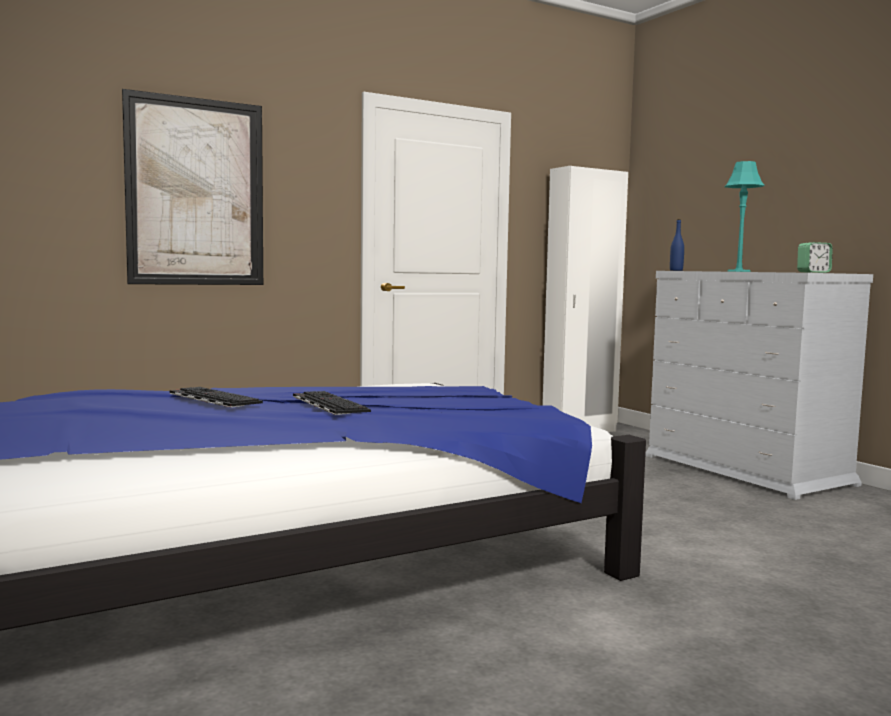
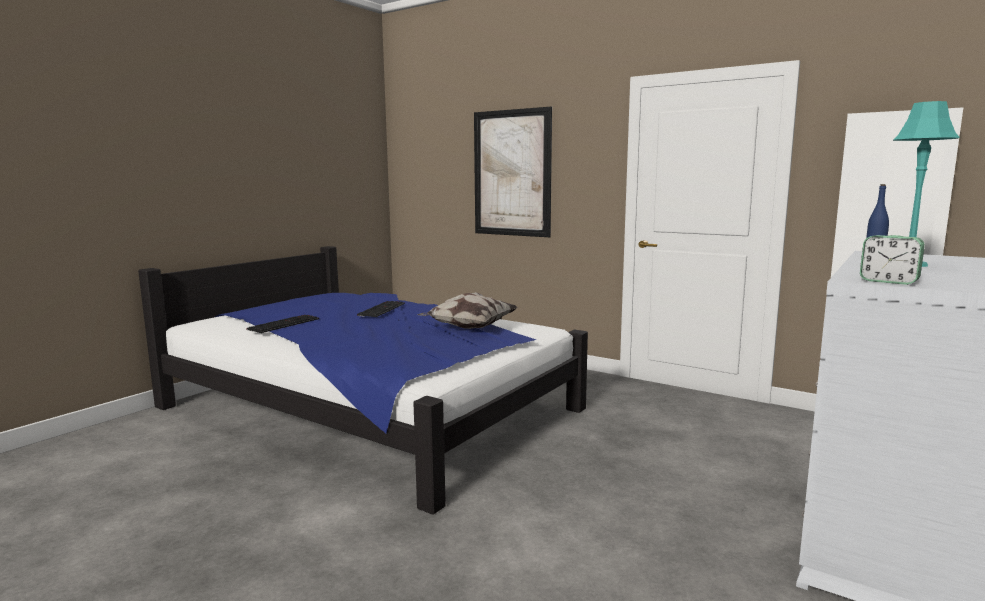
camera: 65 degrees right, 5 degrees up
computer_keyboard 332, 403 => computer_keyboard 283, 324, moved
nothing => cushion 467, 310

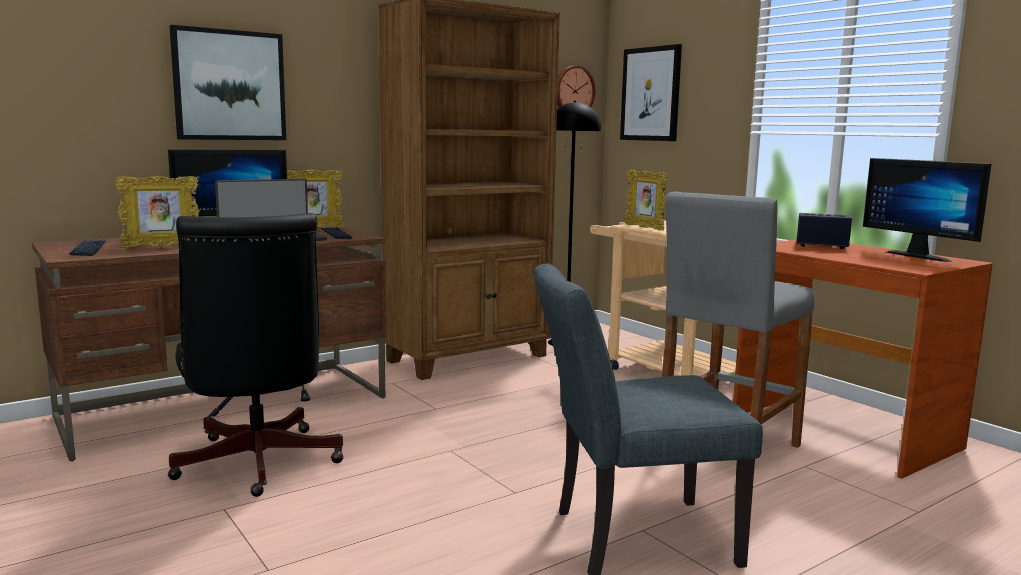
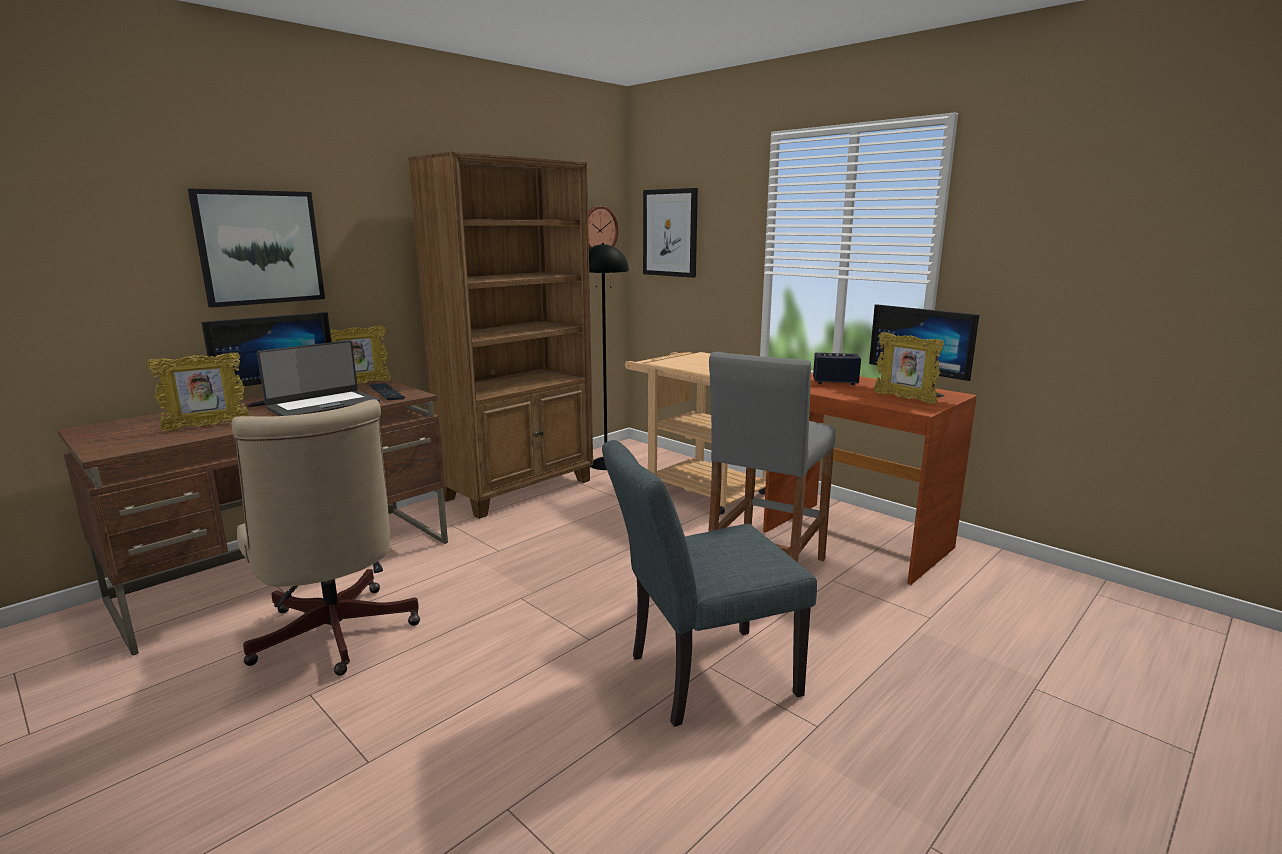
camera: 10 degrees left, 5 degrees up
computer_keyboard 88, 248 => nothing
black-coloured_office_chair 255, 355 => beige_office_chair 326, 537
standing_frame 645, 200 => standing_frame 909, 368, moved

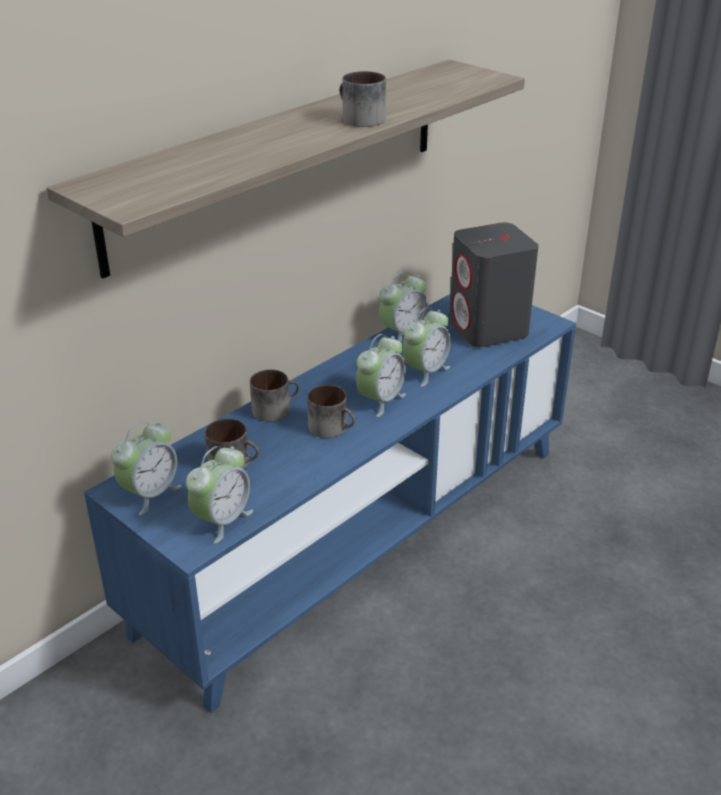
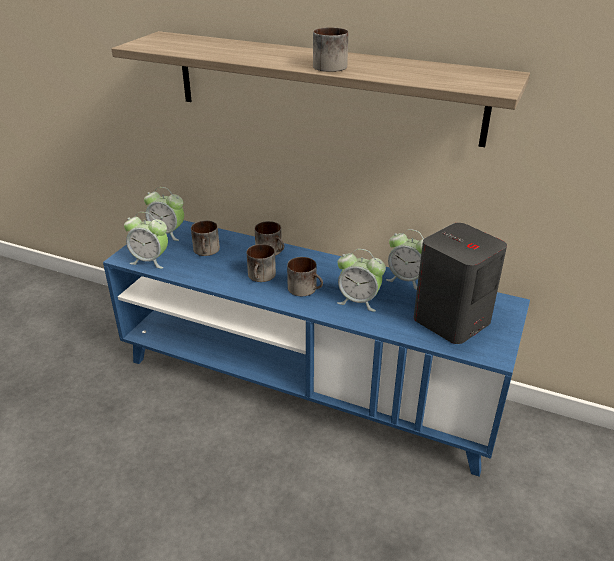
camera: 70 degrees right, 0 degrees up
bedside_clock 381, 375 => coffee_mug 305, 276

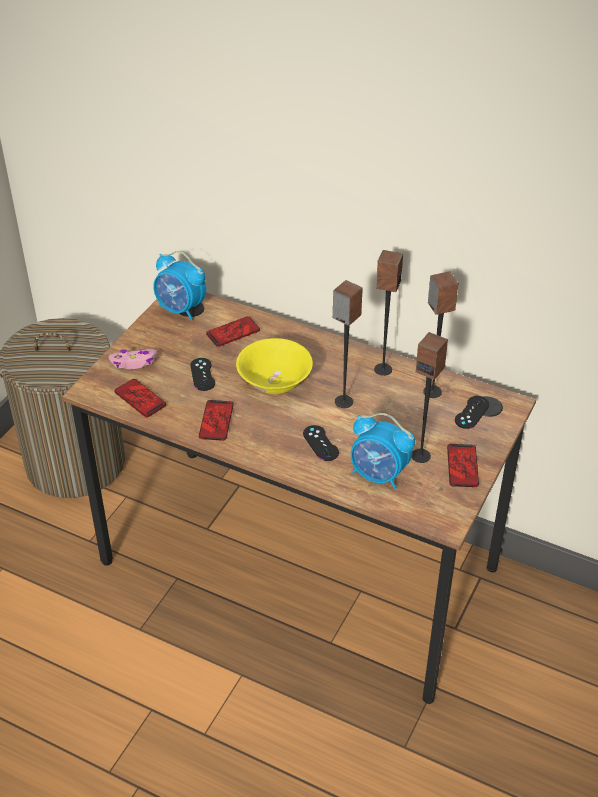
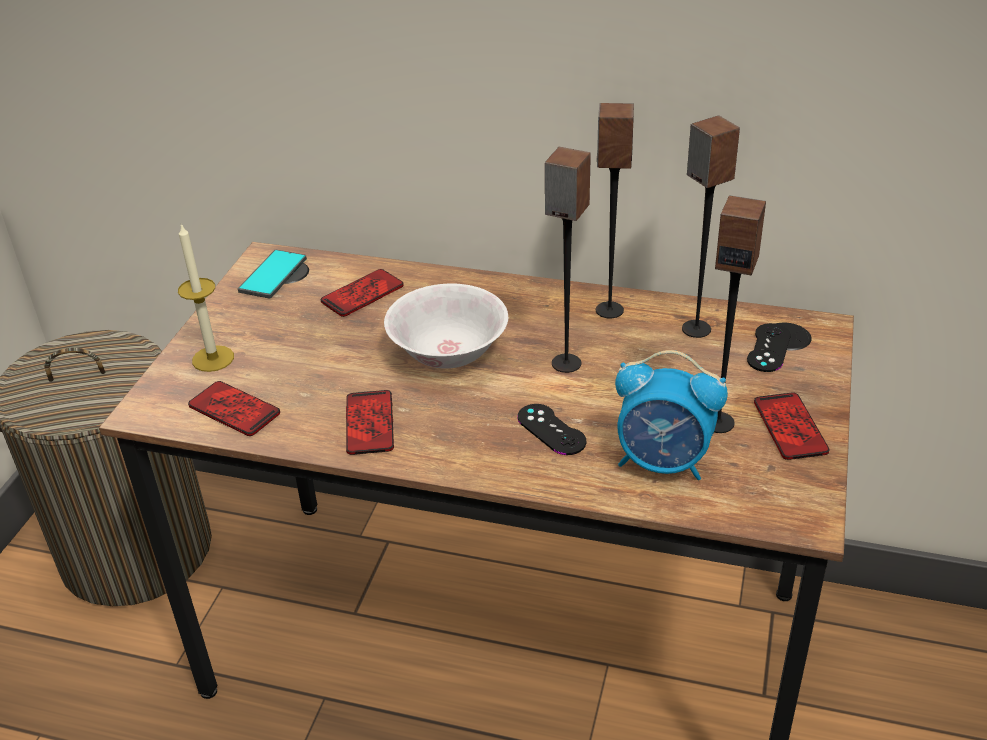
camera: 10 degrees left, 5 degrees down
pink_joypad 133, 359 => wax_candle 206, 298
bedside_clock 179, 285 => phone 272, 274
black-coloured_joypad 202, 374 => nothing
yellow_deep_dish 274, 366 => whitish_deep_dish 446, 326

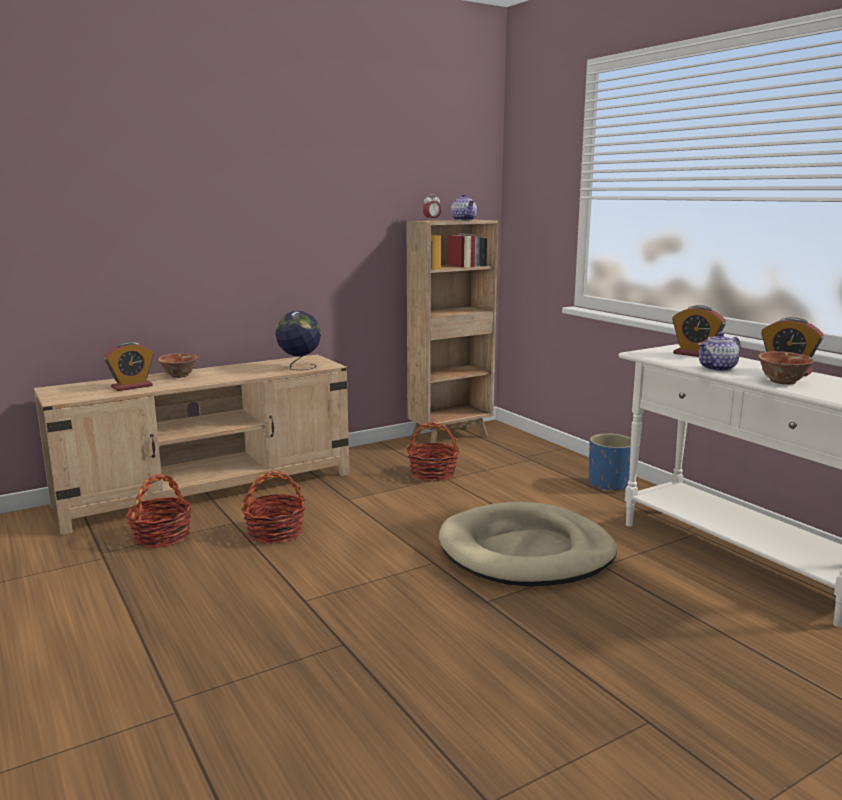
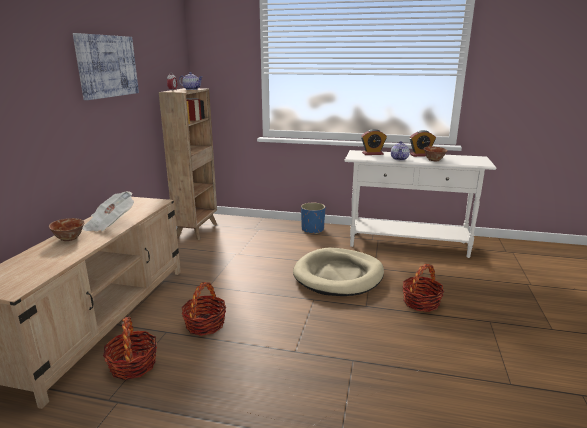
camera: 45 degrees left, 5 degrees up
bedside_clock 129, 366 => nothing
desk_globe 298, 340 => nothing
storage_basket 433, 452 => storage_basket 423, 288, moved
nothing => wall_art 106, 66
nothing => newspaper 108, 211

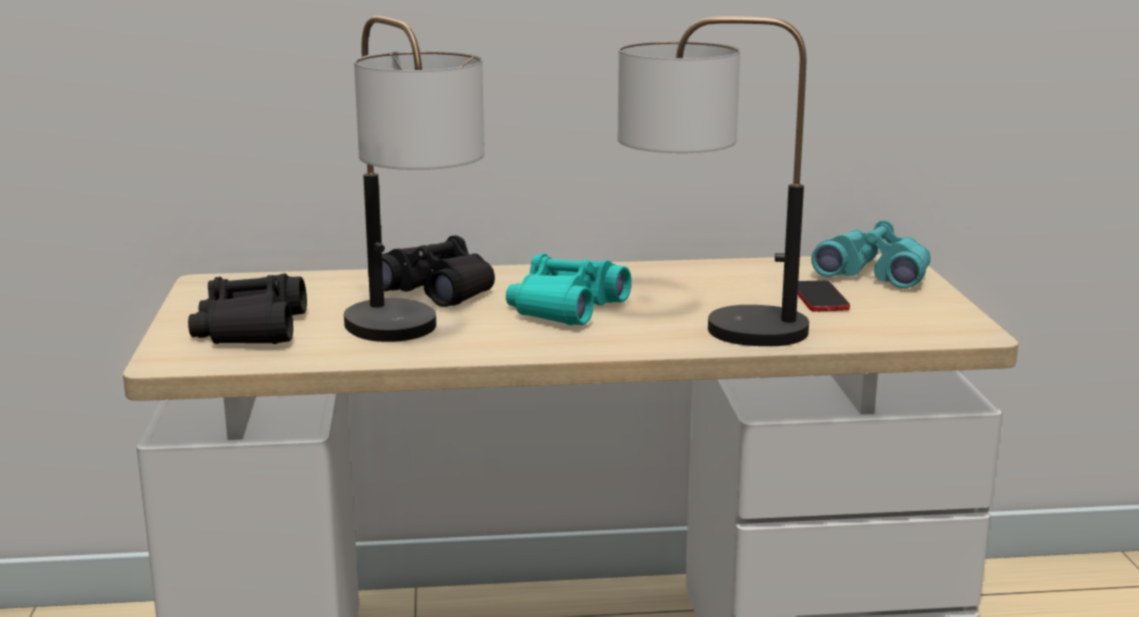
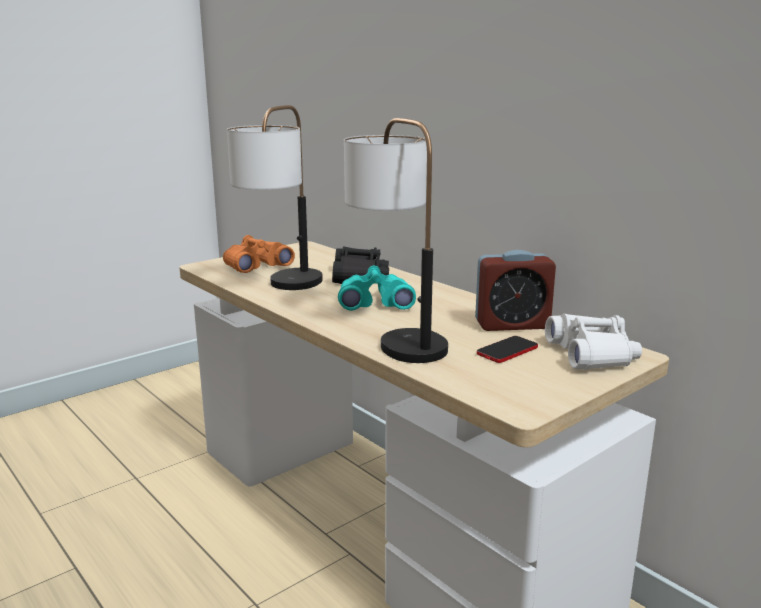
camera: 55 degrees right, 0 degrees up
black-coloured_field_glasses 247, 308 => orangey_field_glasses 259, 254
turquoise_field_glasses 871, 254 => whitish_field_glasses 593, 342
nothing => bedside_clock 515, 290

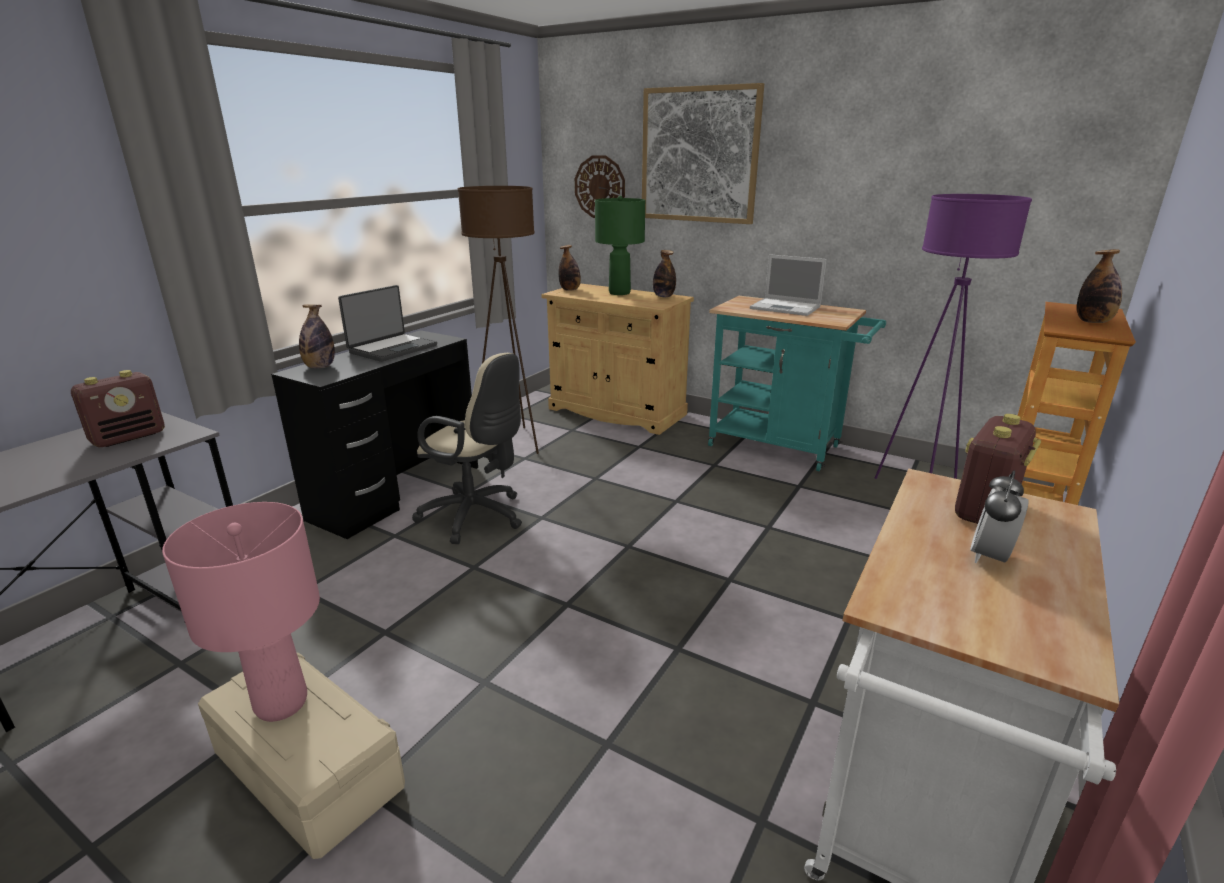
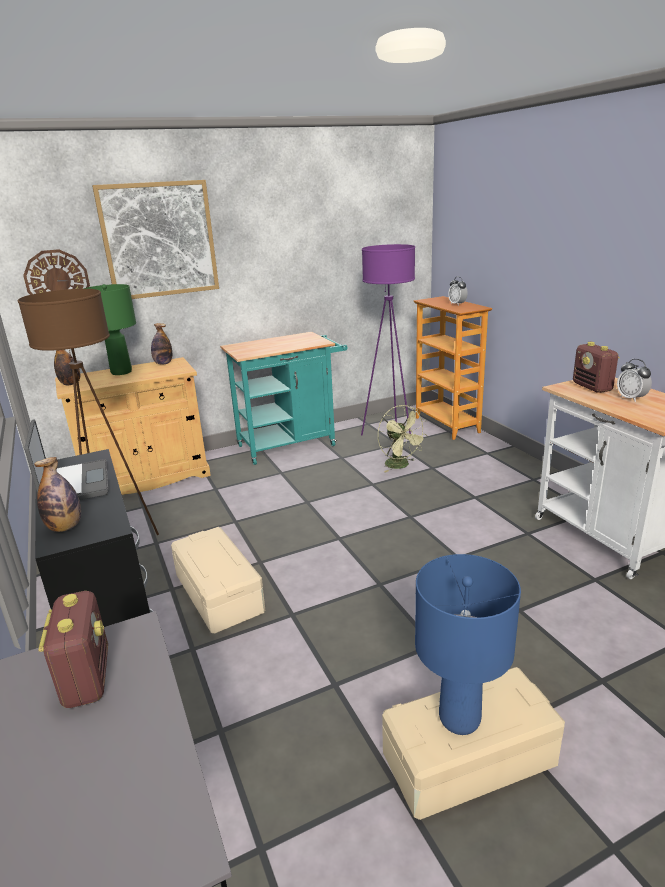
camera: 55 degrees left, 0 degrees up
pink_tabletop_lamp 241, 612 => bluish_tabletop_lamp 468, 644
beige_office_chair 467, 448 => beige_storage_container 218, 580
portable_computer 788, 285 => nothing
beverage_bottle 1099, 286 => bedside_clock 458, 291
nothing => greenish_electric_fan 402, 438

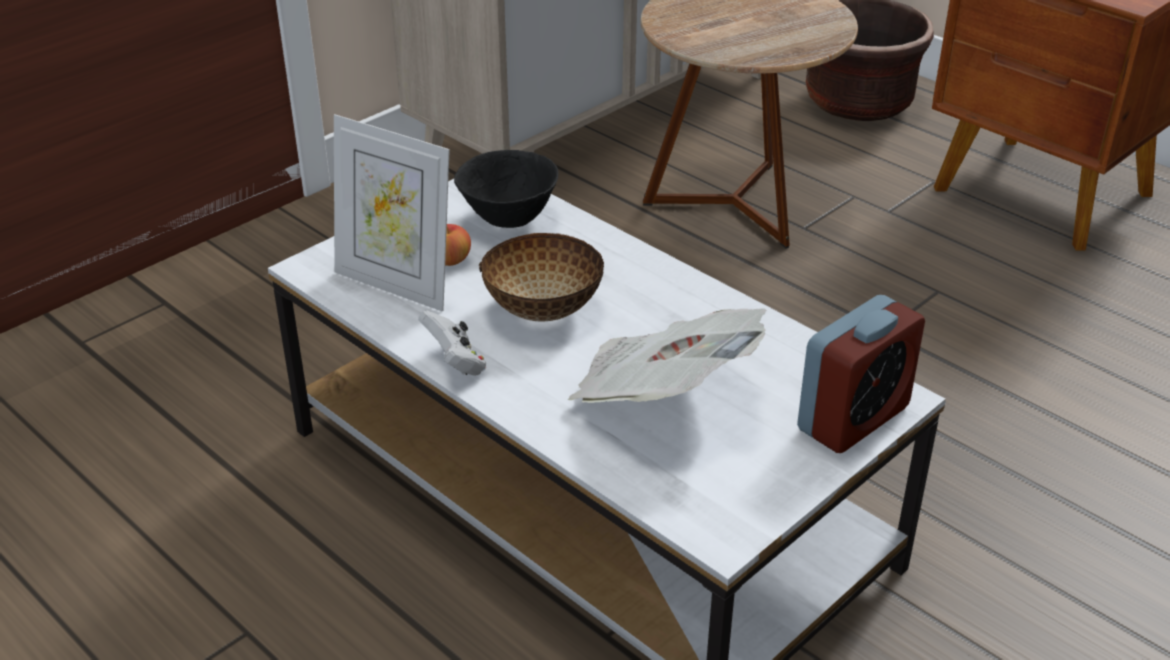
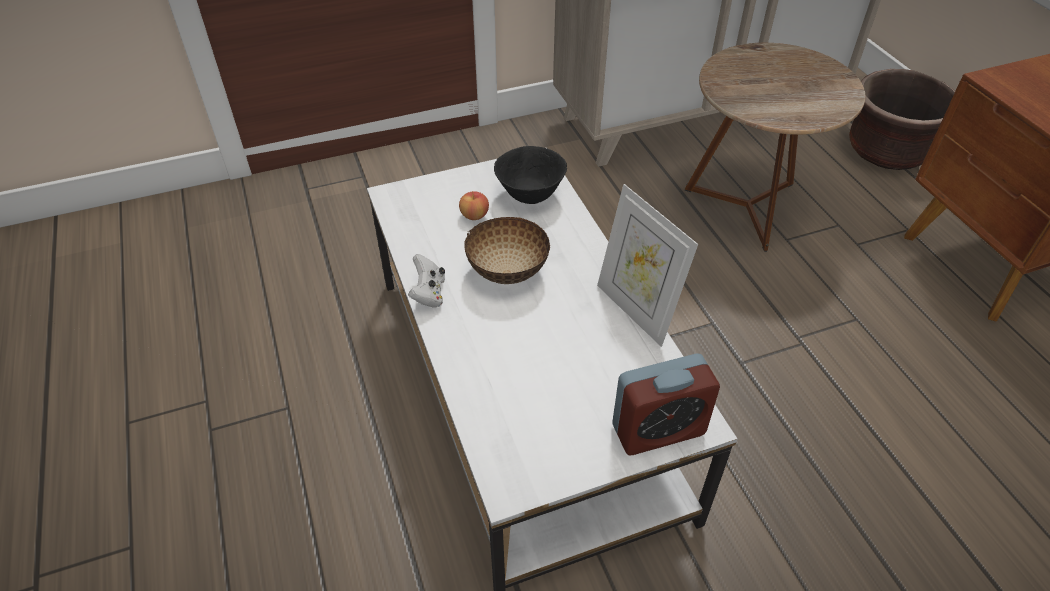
camera: 25 degrees right, 10 degrees up
standing_frame 392, 213 => standing_frame 647, 265, moved
newspaper 667, 355 => nothing

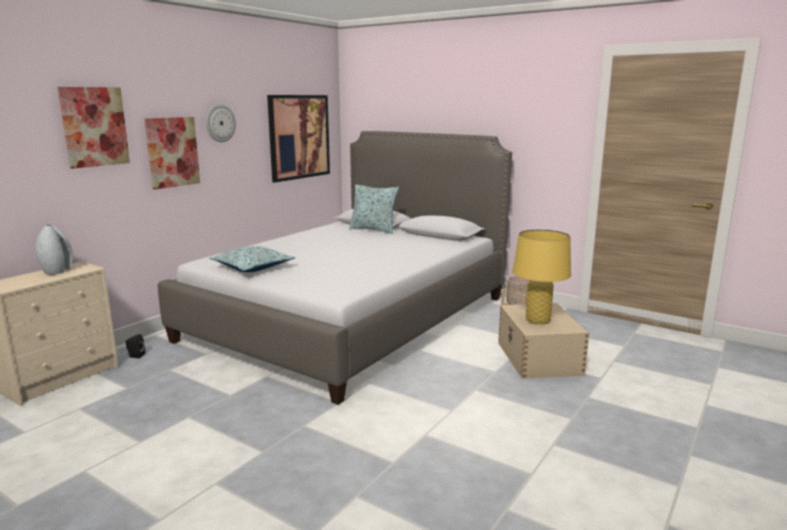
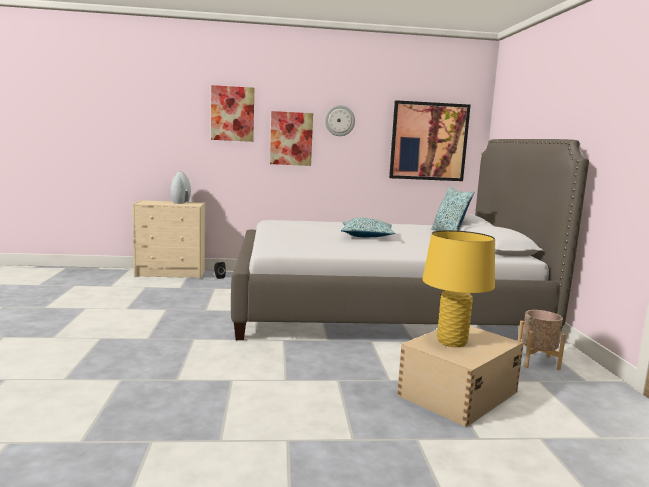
camera: 50 degrees right, 5 degrees down
cushion 252, 259 => cushion 368, 227, moved

